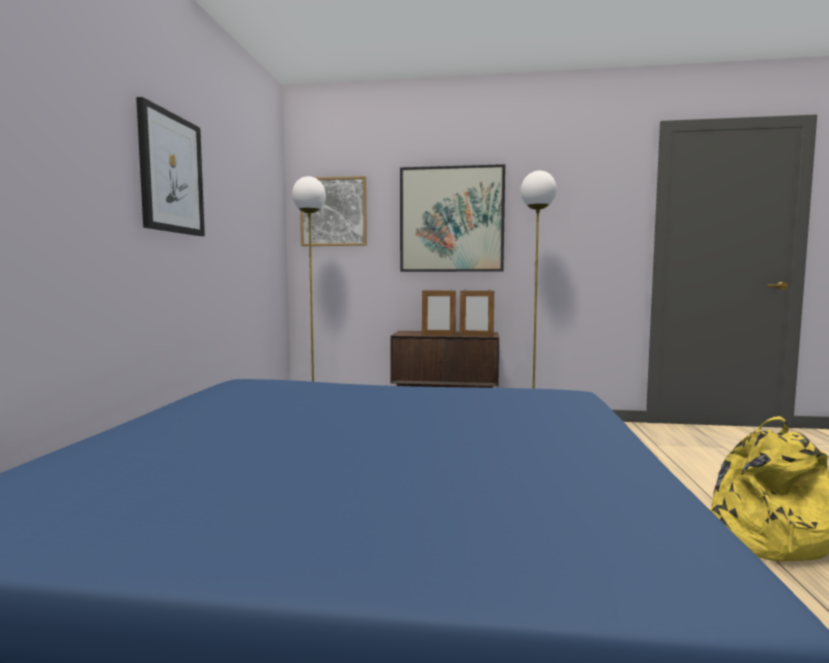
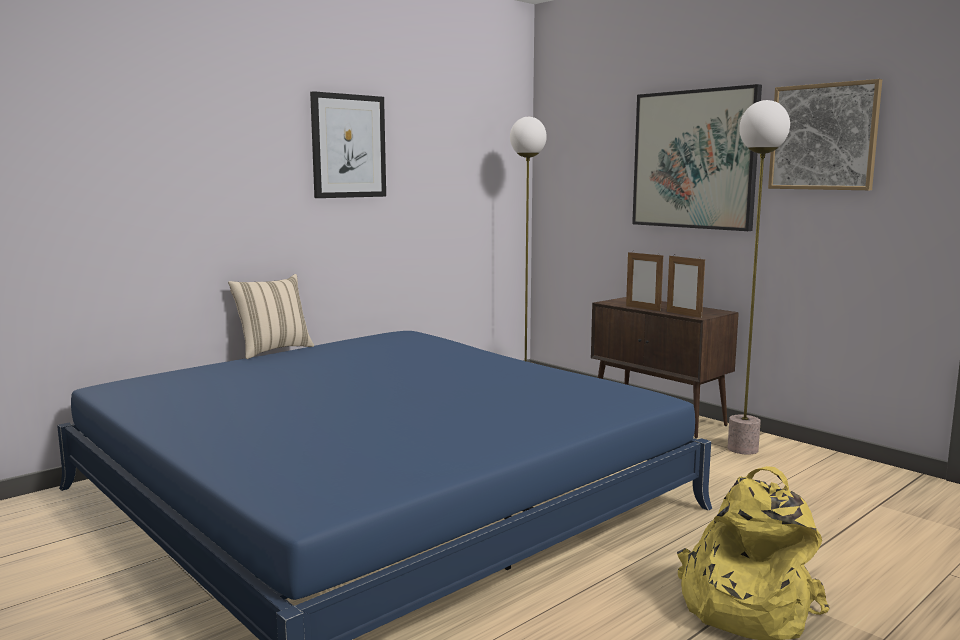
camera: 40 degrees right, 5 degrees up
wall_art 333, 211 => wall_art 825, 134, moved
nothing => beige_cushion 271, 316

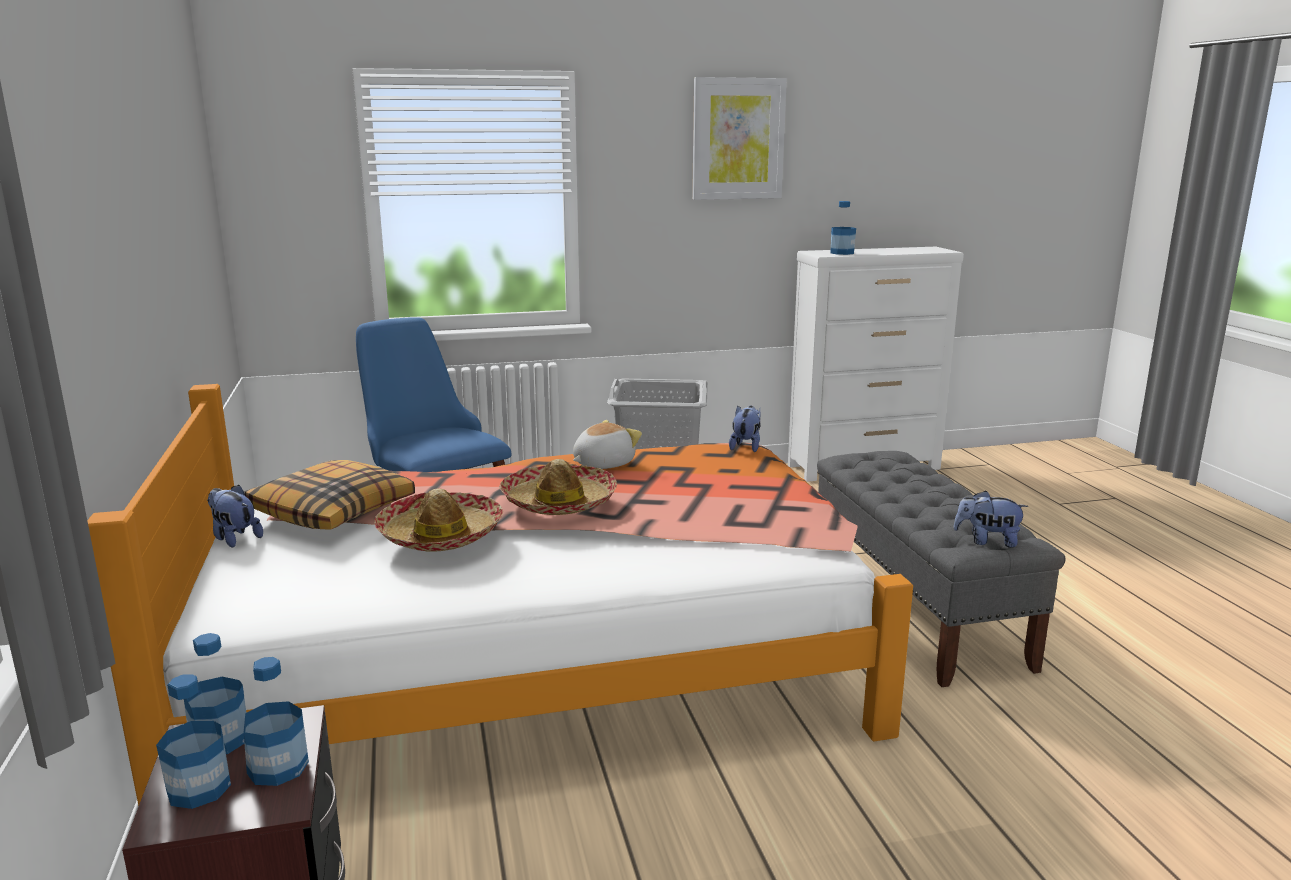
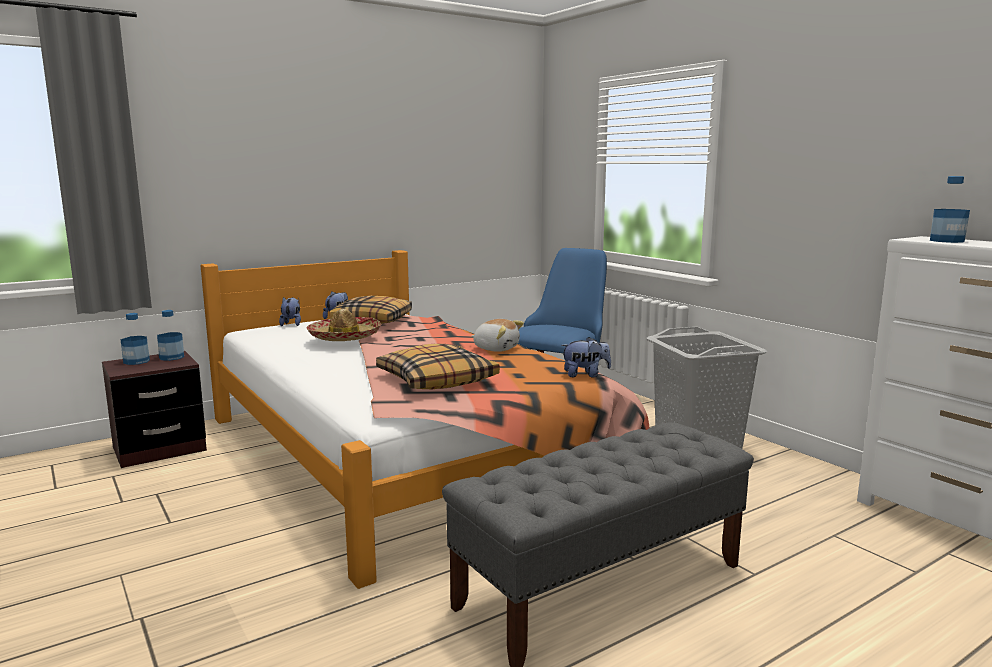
camera: 70 degrees right, 5 degrees down
beverage_bottle 276, 721 => nothing
wearable_hat 558, 487 => nothing
wall_art 739, 138 => nothing
cuddly_toy 990, 519 => cuddly_toy 290, 311, moved
nothing => cushion 438, 366

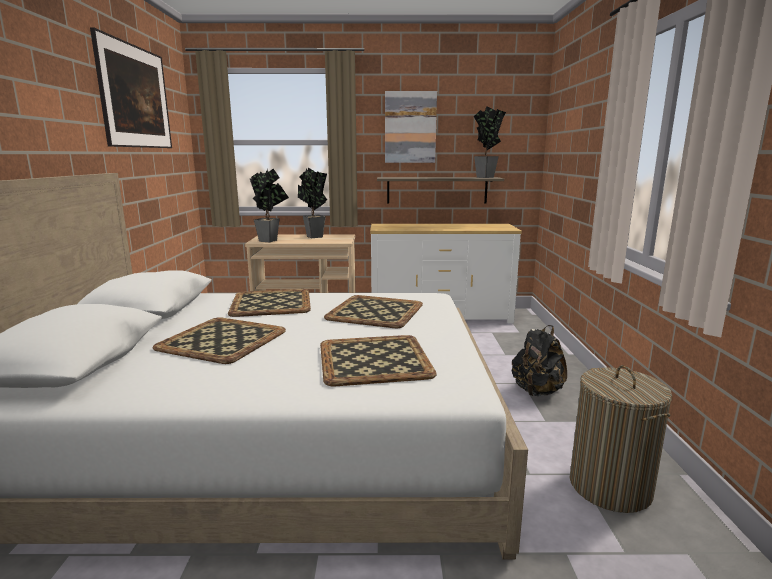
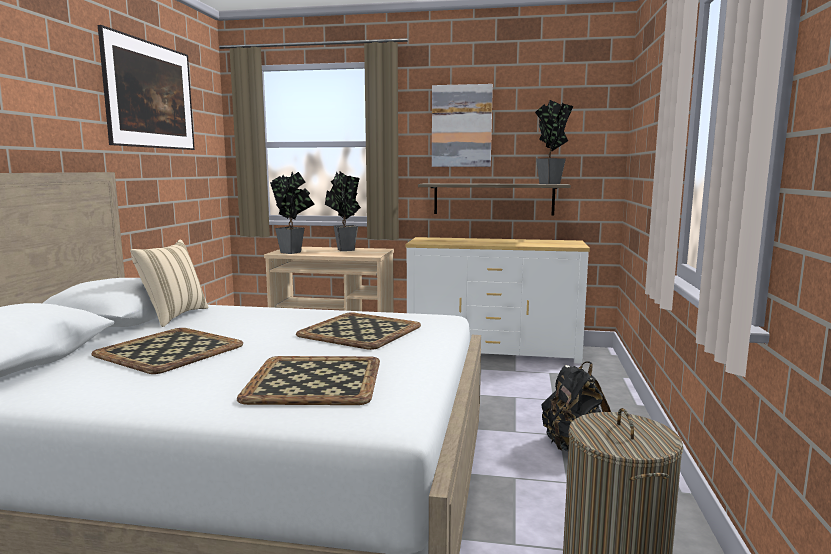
camera: 10 degrees right, 5 degrees down
serving_tray 269, 303 => nothing
nothing => beige_cushion 169, 283

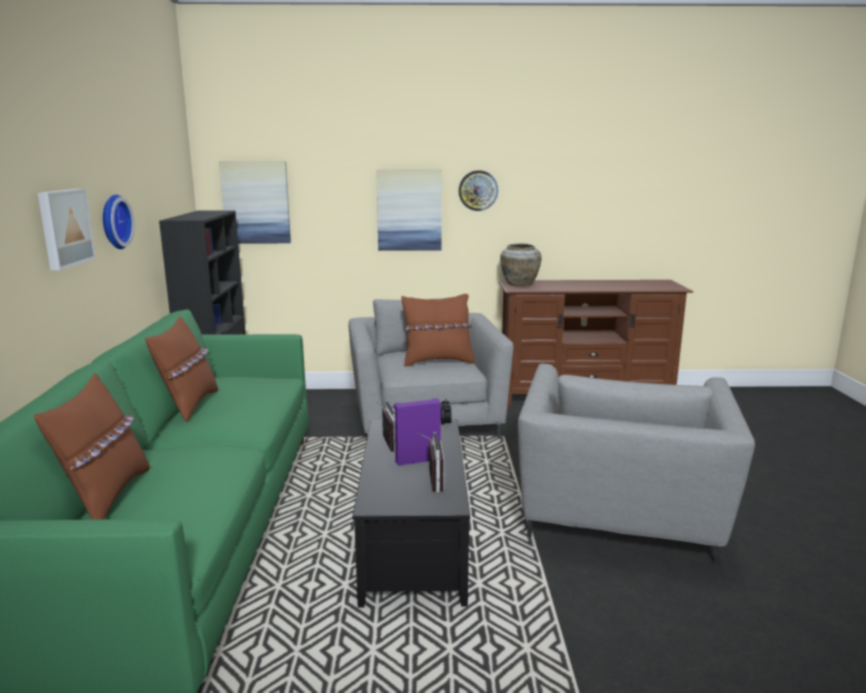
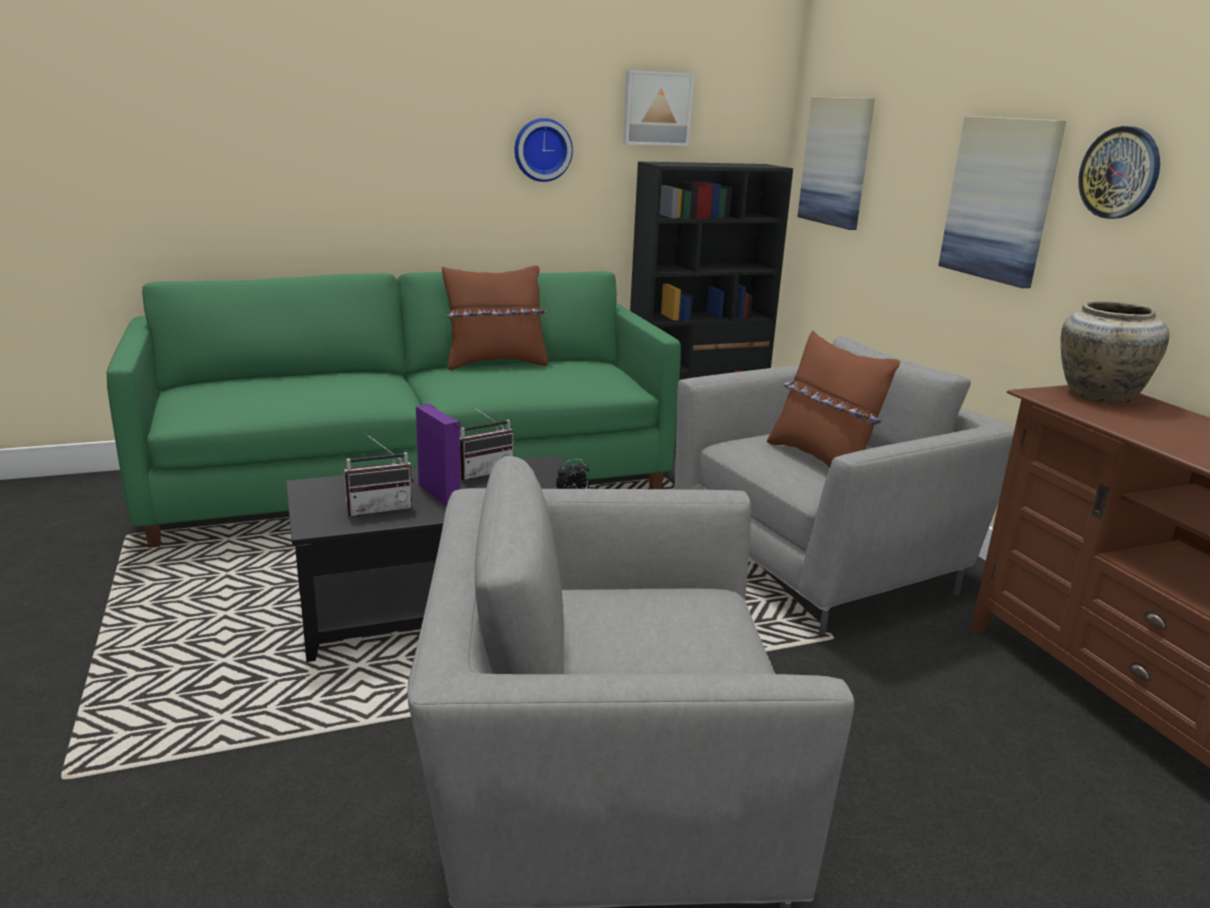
camera: 70 degrees right, 5 degrees up
brown_cushion 92, 446 => nothing
wall_art 67, 229 => wall_art 658, 108, moved

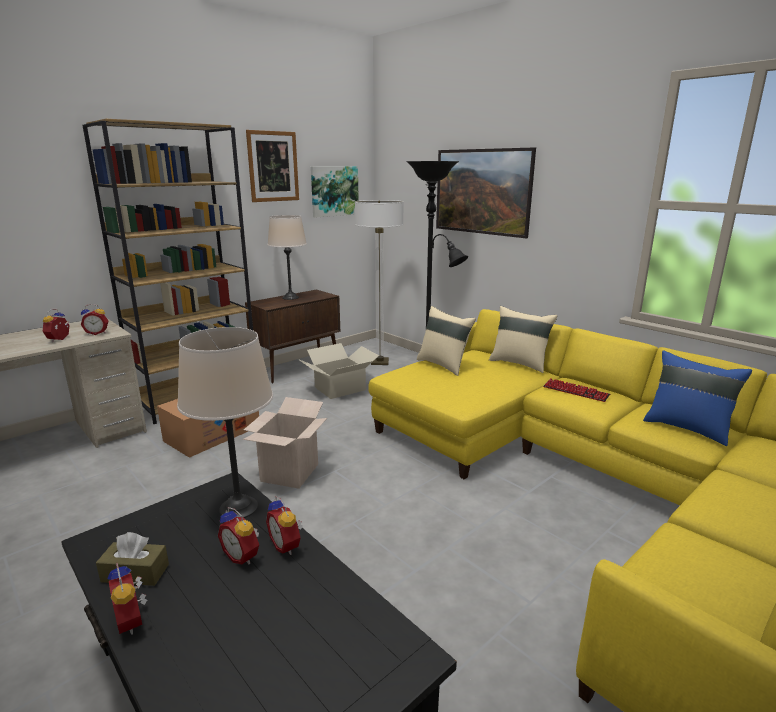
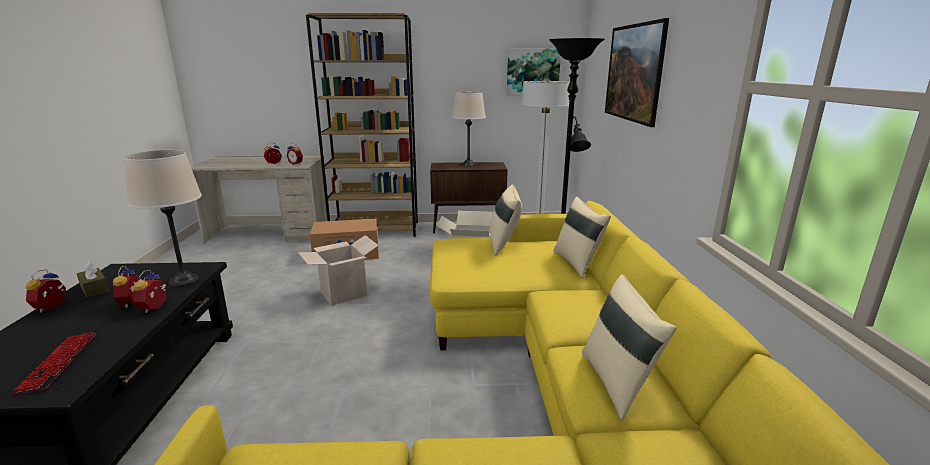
camera: 40 degrees right, 0 degrees up
wall_art 272, 166 => nothing
computer_keyboard 576, 390 => computer_keyboard 54, 363, moved
bluish_cushion 697, 398 => beige_cushion 629, 347

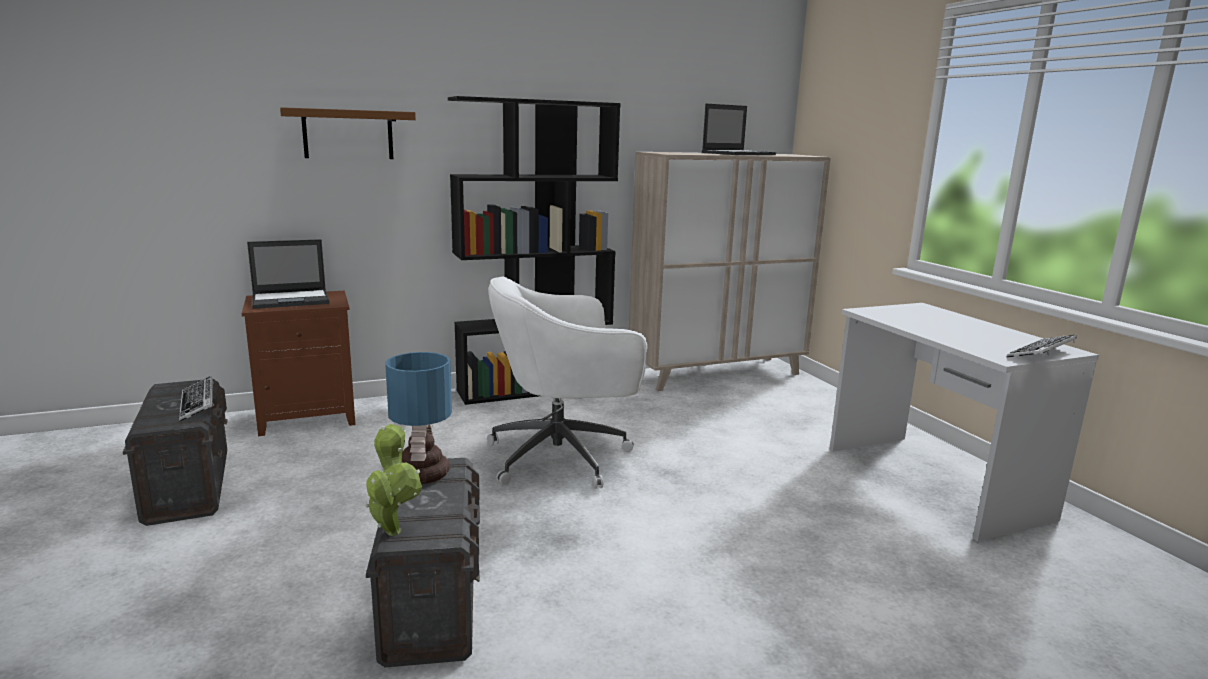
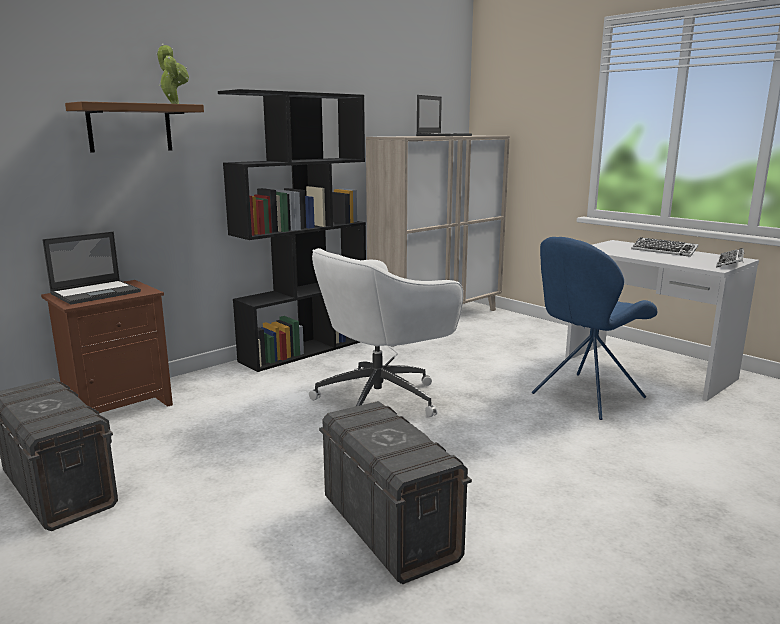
camera: 20 degrees left, 0 degrees up
computer_keyboard 196, 399 => computer_keyboard 665, 247, moved
potted_plant 393, 480 => potted_plant 173, 74, moved
tabletop_lamp 418, 418 => nothing
nothing => bluish_plain_chair 594, 328

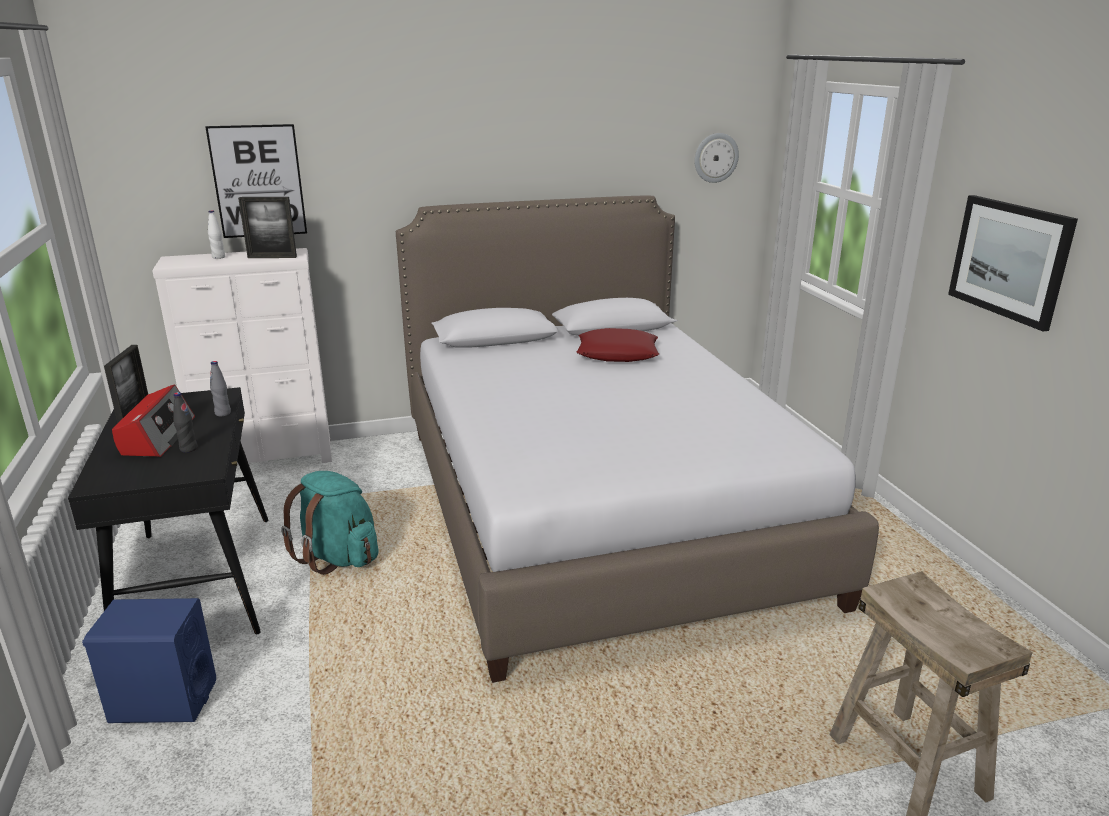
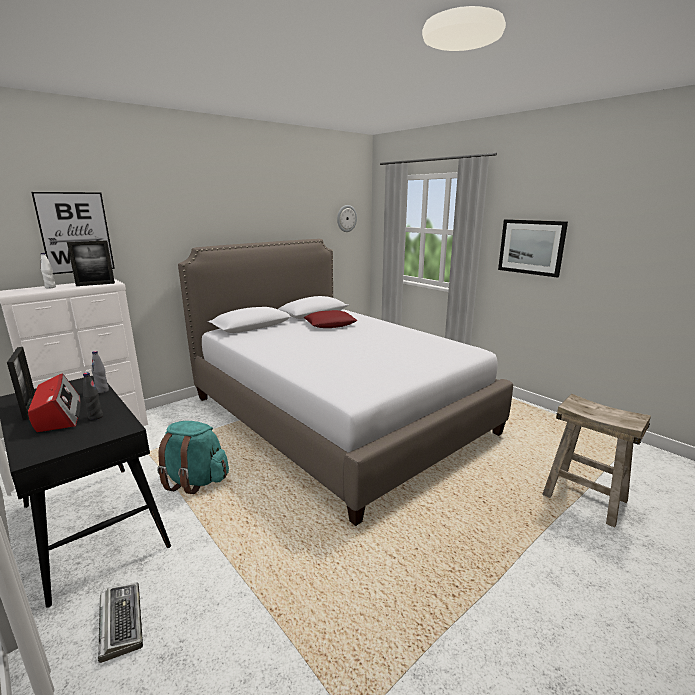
camera: 25 degrees left, 5 degrees down
bluish_loudspeaker 149, 660 => computer_keyboard 120, 622

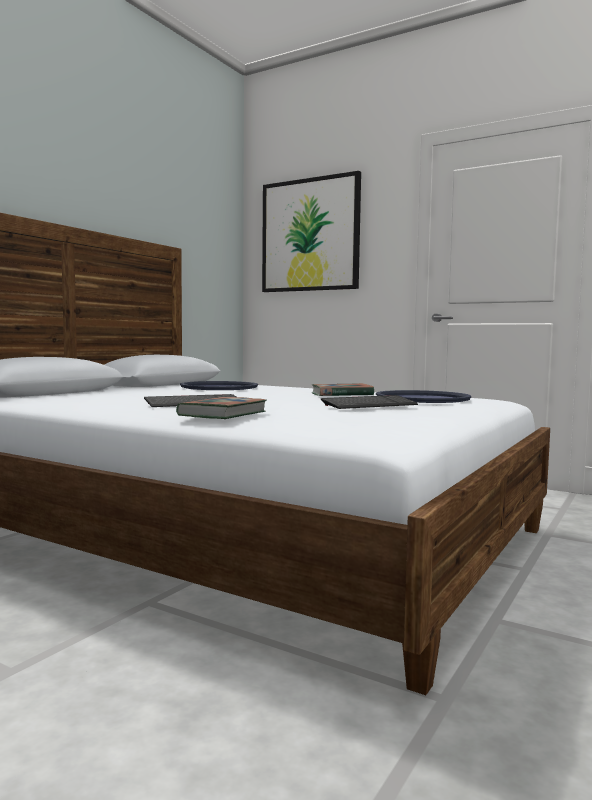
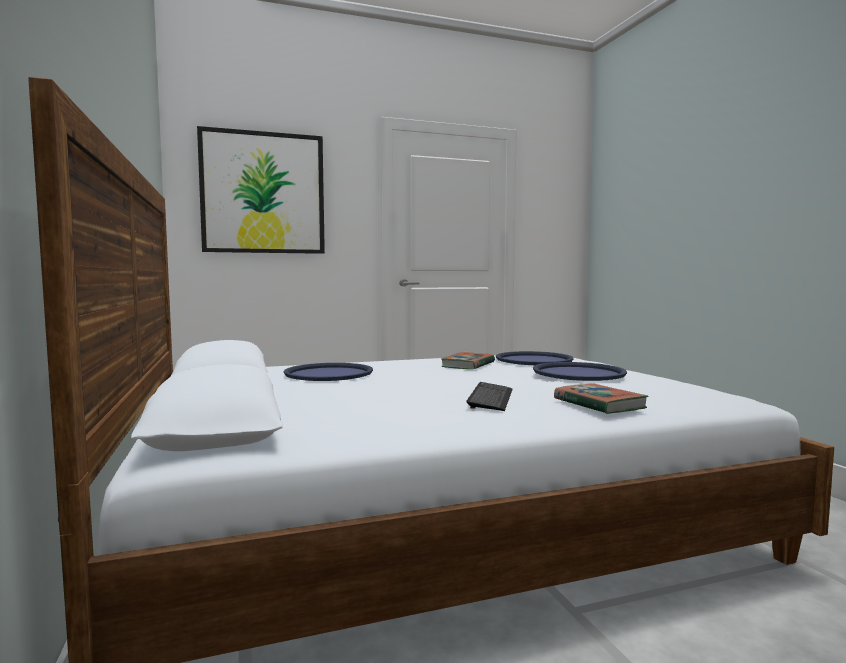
camera: 50 degrees left, 0 degrees up
computer_keyboard 369, 402 => bluish_serving_tray 580, 371

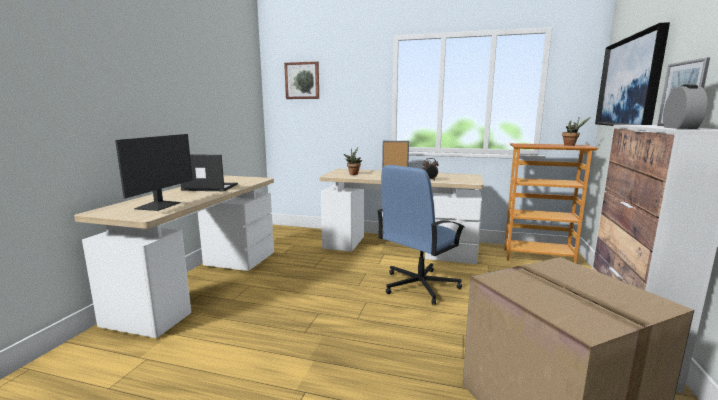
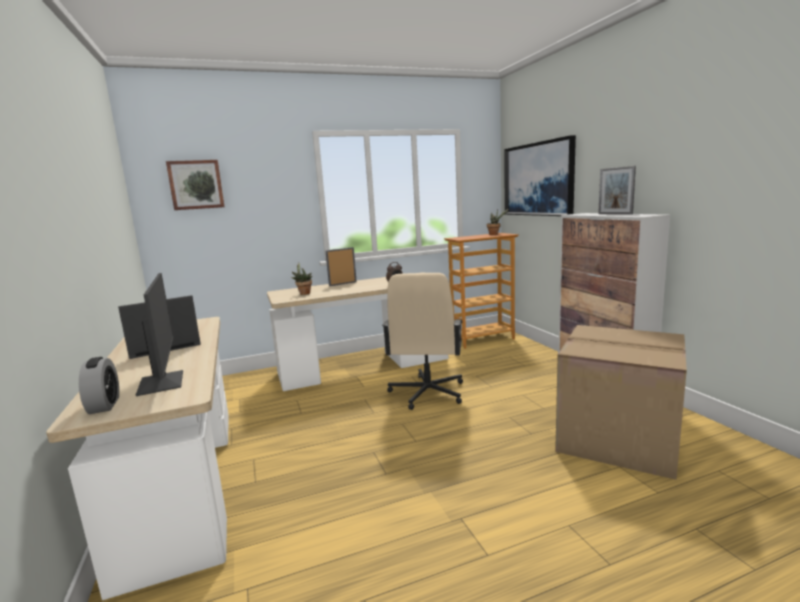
camera: 35 degrees left, 0 degrees up
bluish_office_chair 421, 235 => beige_office_chair 422, 341
bedside_clock 685, 106 => bedside_clock 99, 385, moved

